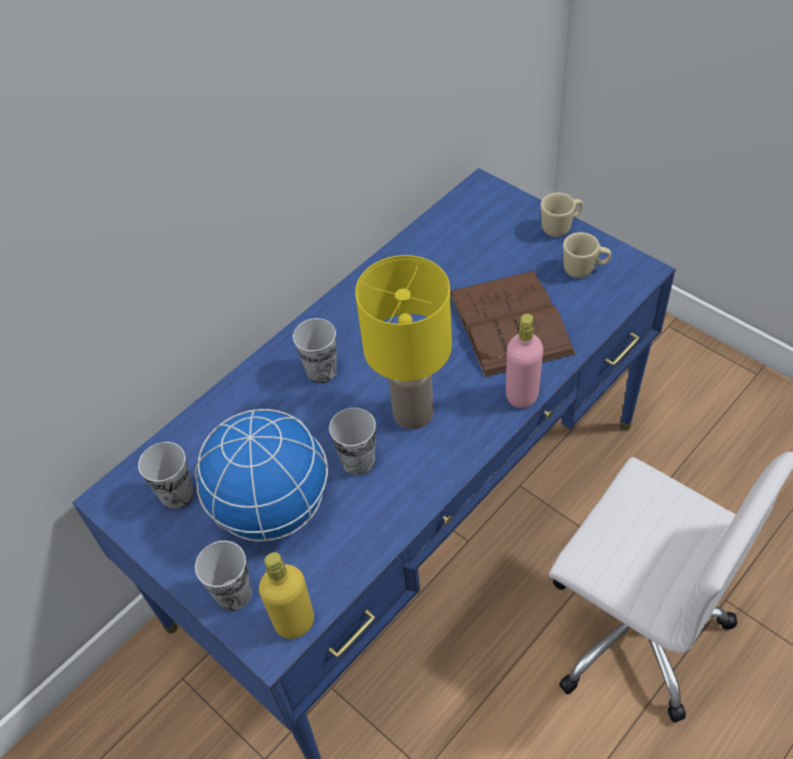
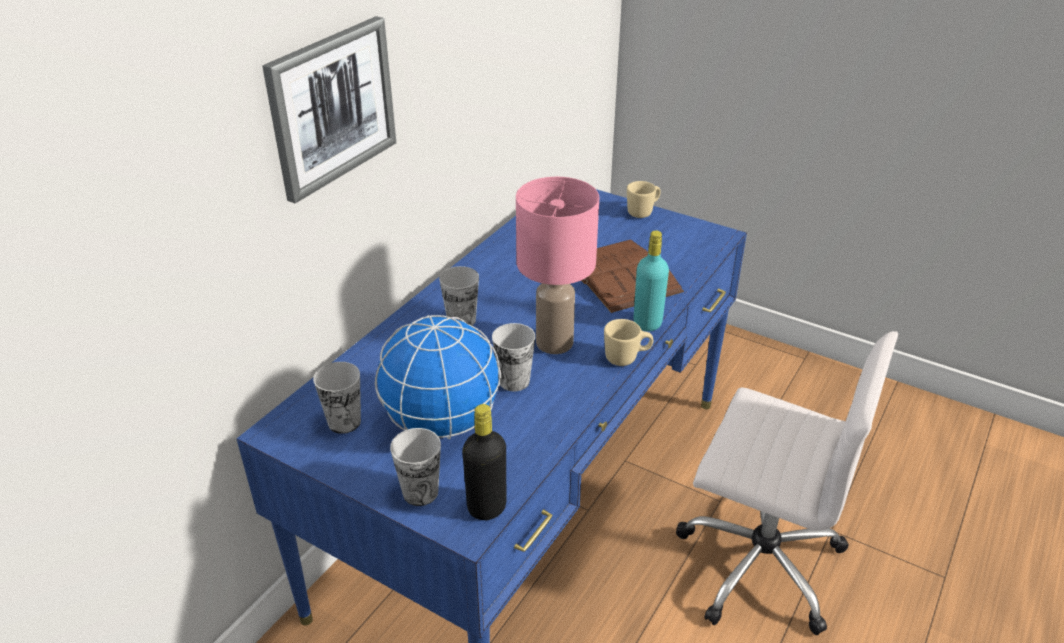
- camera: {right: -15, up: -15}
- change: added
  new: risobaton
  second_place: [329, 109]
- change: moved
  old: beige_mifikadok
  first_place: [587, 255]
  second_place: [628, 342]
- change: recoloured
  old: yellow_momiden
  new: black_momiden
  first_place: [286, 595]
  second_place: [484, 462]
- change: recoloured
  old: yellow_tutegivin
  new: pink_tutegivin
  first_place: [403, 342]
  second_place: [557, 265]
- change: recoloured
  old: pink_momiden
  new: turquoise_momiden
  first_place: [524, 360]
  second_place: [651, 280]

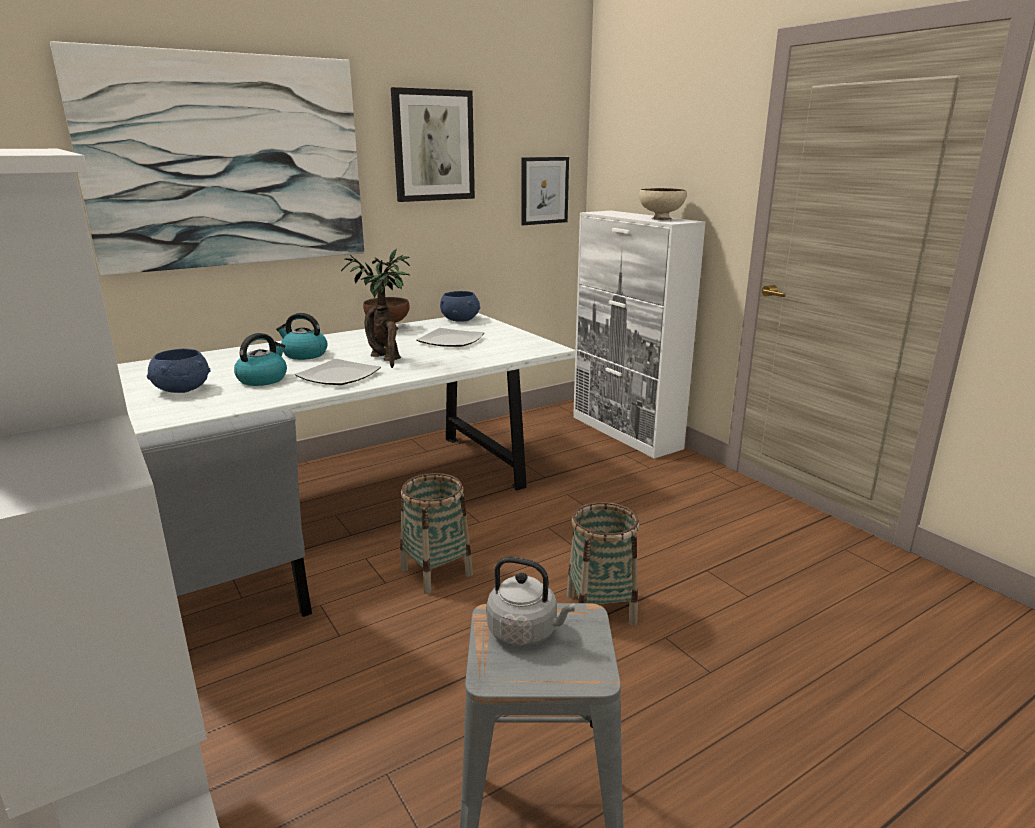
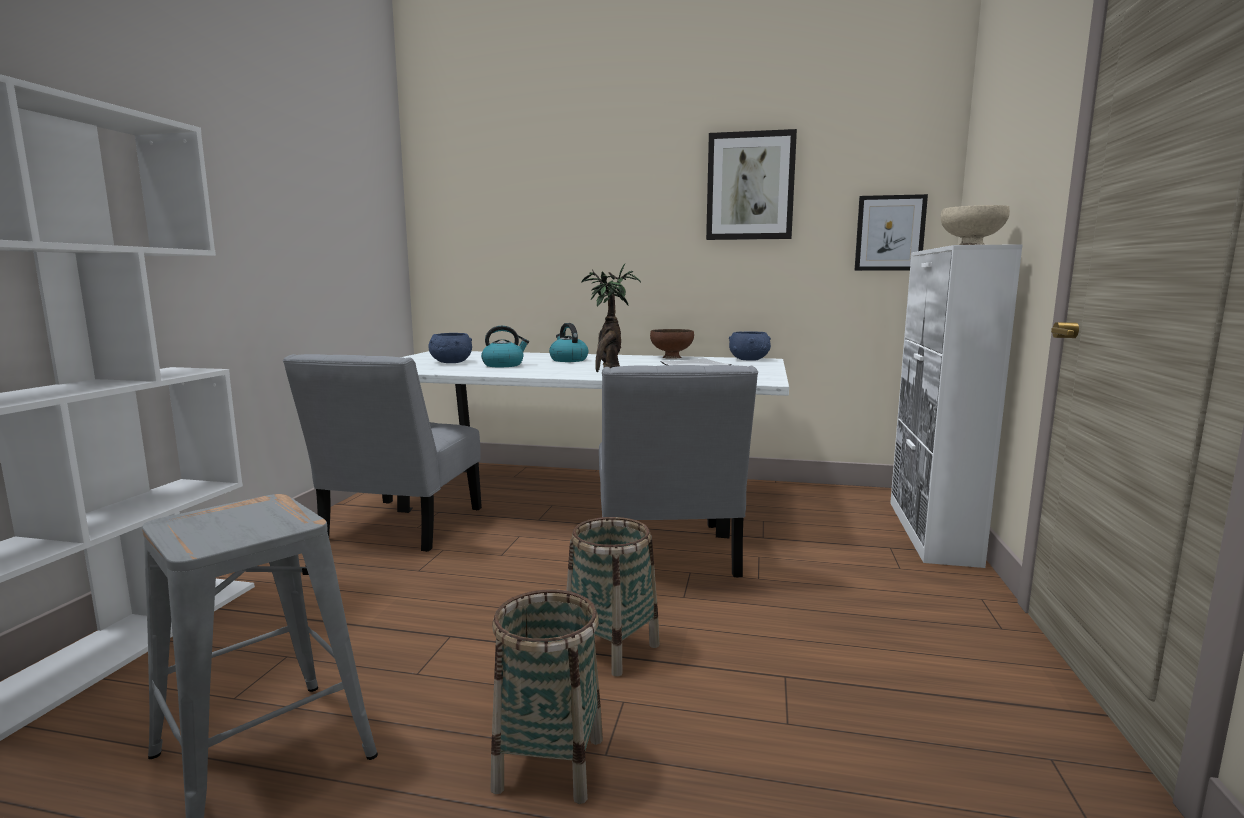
- camera: {right: 45, up: -10}
- change: removed
  old: risobaton
  first_place: [207, 158]
- change: removed
  old: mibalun
  first_place: [338, 372]
- change: removed
  old: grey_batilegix
  first_place: [530, 601]
- change: added
  new: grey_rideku
  second_place: [678, 471]
- change: moved
  old: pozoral
  first_place: [436, 533]
  second_place: [547, 697]

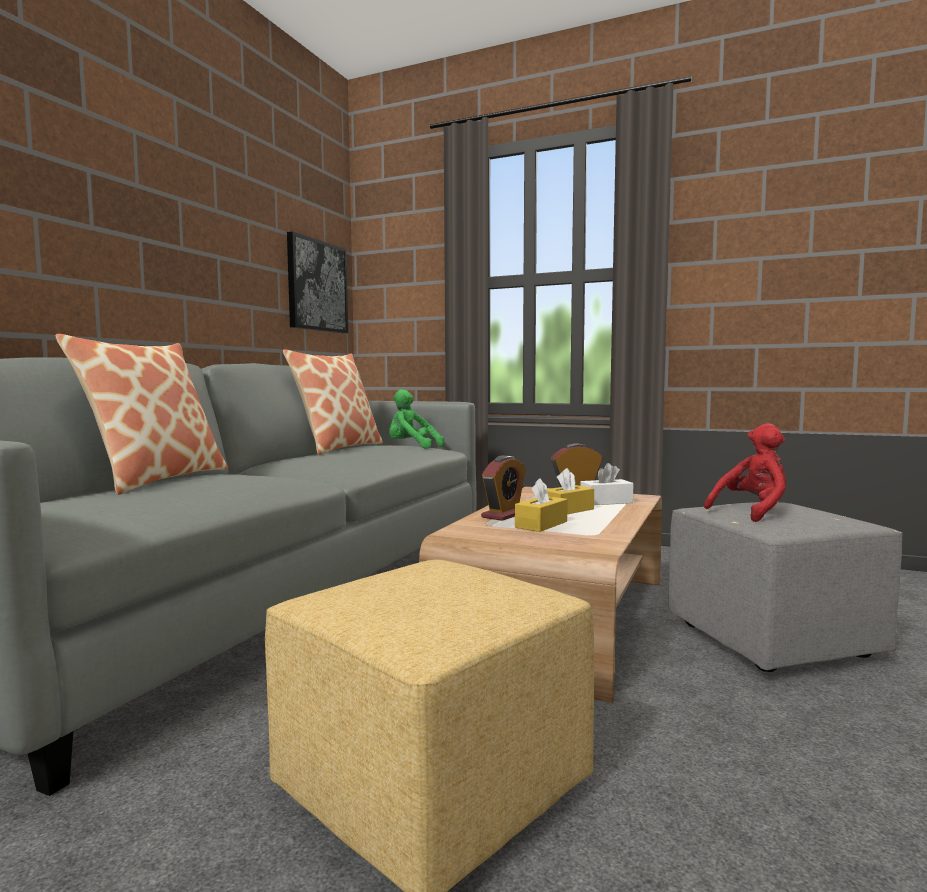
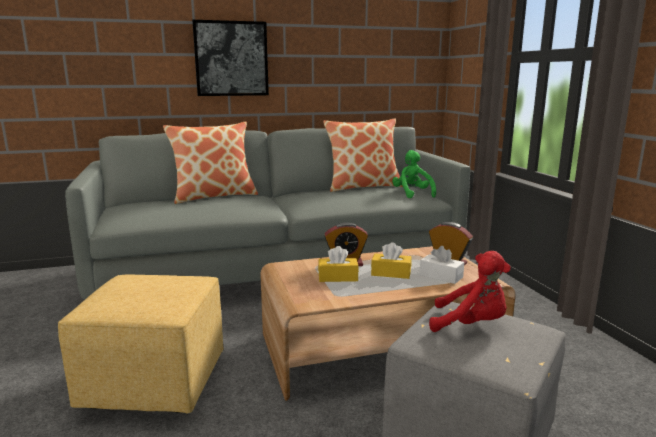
- camera: {right: 50, up: 10}
- change: moved
  old: risobaton
  first_place: [317, 282]
  second_place: [230, 58]

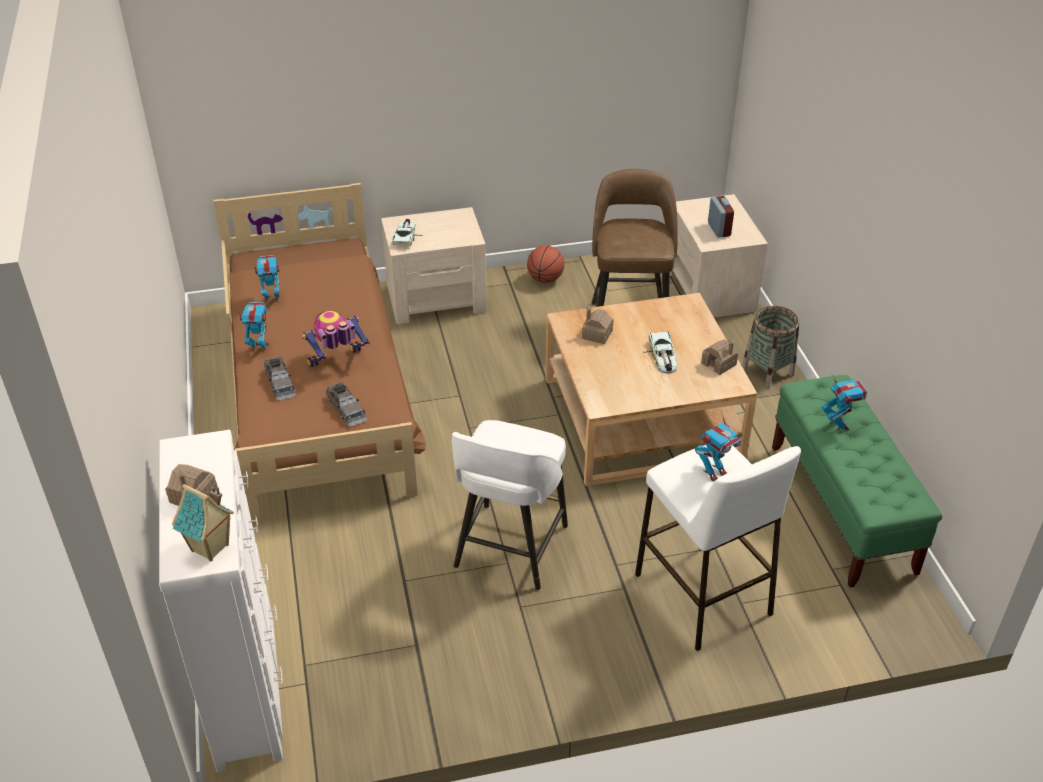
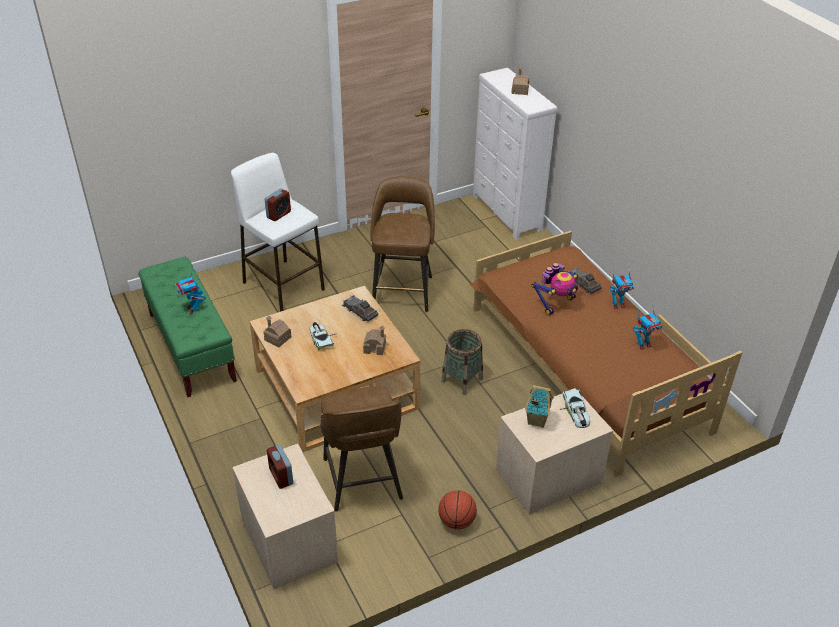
- camera: {right: 165, up: 0}
- change: moved
  old: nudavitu
  first_place: [203, 522]
  second_place: [539, 406]
- change: moved
  old: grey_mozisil
  first_place: [346, 404]
  second_place: [360, 308]
- change: moved
  old: pozoral
  first_place: [770, 347]
  second_place: [462, 362]
- change: replaced
  old: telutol
  new: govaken
  first_place: [718, 445]
  second_place: [278, 204]
- change: recoloured
  old: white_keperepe
  new: brown_keperepe
  first_place: [510, 505]
  second_place: [402, 244]

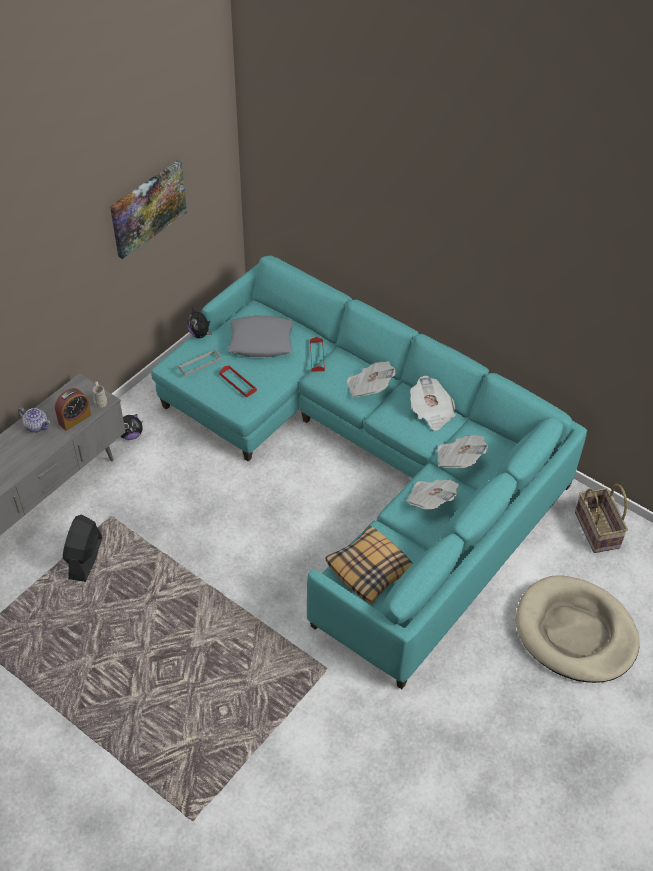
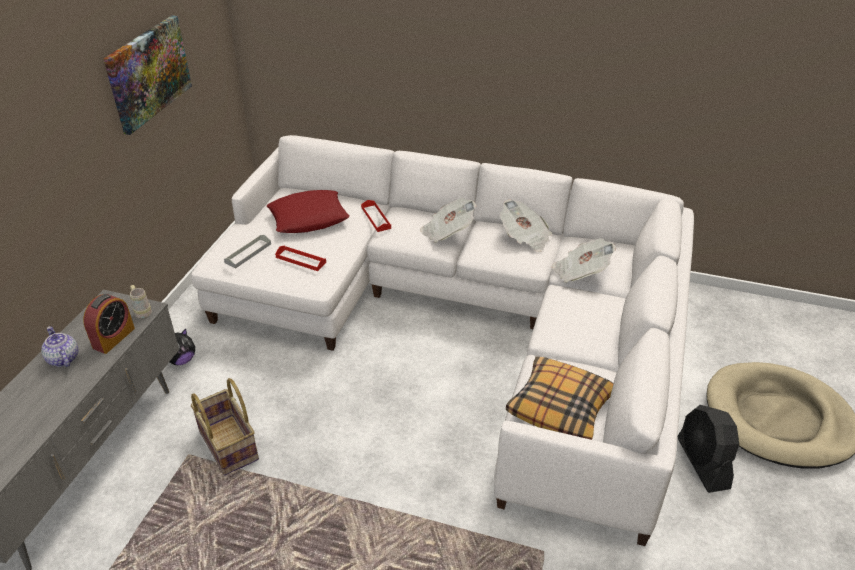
- camera: {right: -20, up: -10}
- change: removed
  old: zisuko
  first_place: [199, 323]
- change: removed
  old: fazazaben
  first_place: [432, 494]
- change: moved
  old: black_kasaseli
  first_place: [83, 548]
  second_place: [708, 449]
- change: moved
  old: pozoral
  first_place: [601, 518]
  second_place: [225, 426]
- change: recoloured
  old: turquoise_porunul
  new: white_porunul
  first_place: [369, 472]
  second_place: [442, 340]
- change: recoloured
  old: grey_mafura
  new: red_mafura
  first_place: [261, 336]
  second_place: [308, 211]
- change: turned
  old: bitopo
  first_place: [34, 420]
  second_place: [59, 346]
  degrees: -135

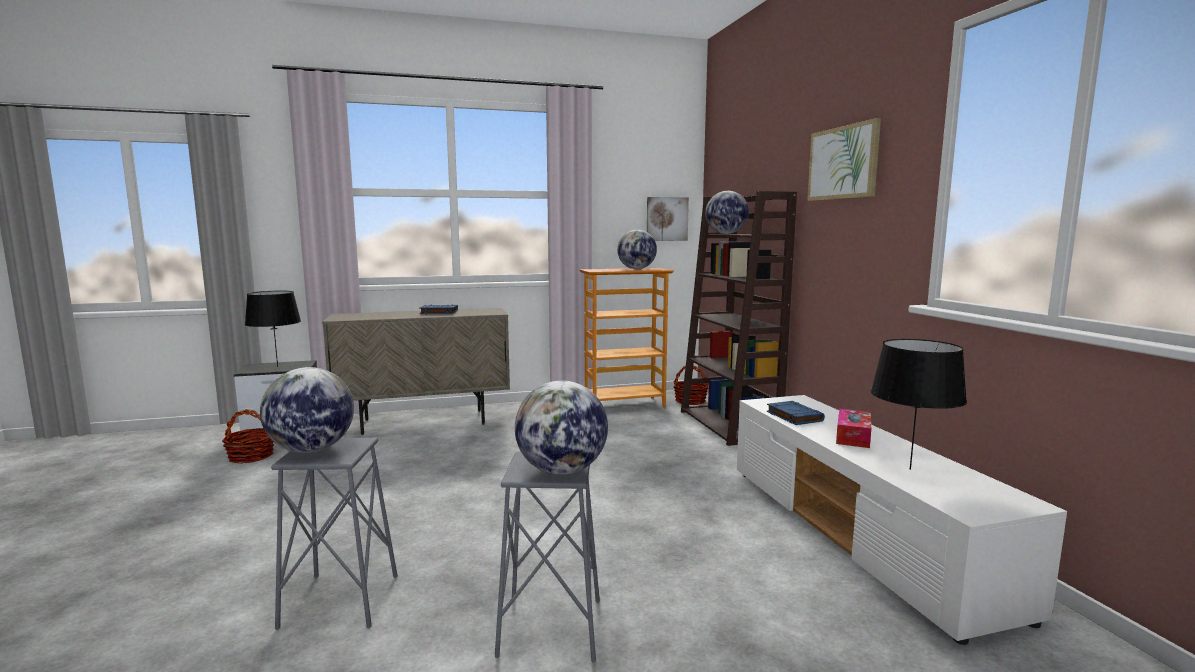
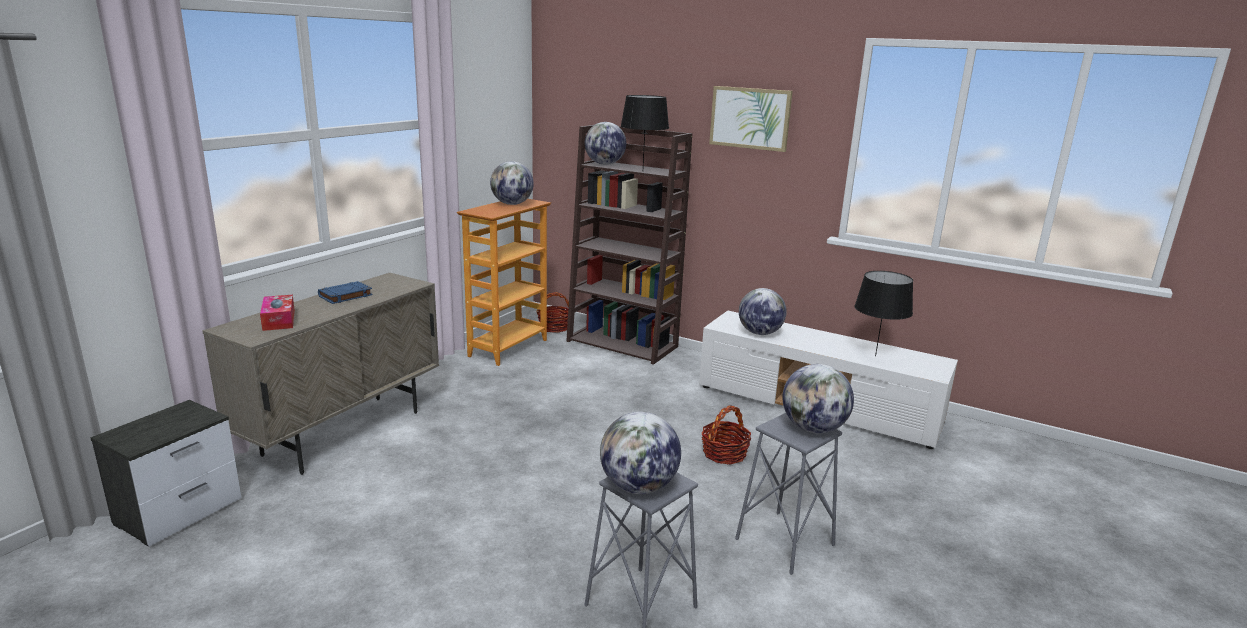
- camera: {right: -45, up: 10}
- change: removed
  old: risobaton
  first_place: [668, 219]
- change: moved
  old: pozoral
  first_place: [248, 436]
  second_place: [726, 434]
- change: moved
  old: black_tutegivin
  first_place: [273, 329]
  second_place: [645, 130]
- change: moved
  old: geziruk
  first_place: [853, 428]
  second_place: [277, 313]
- change: replaced
  old: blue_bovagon
  new: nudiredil
  first_place: [796, 413]
  second_place: [762, 311]

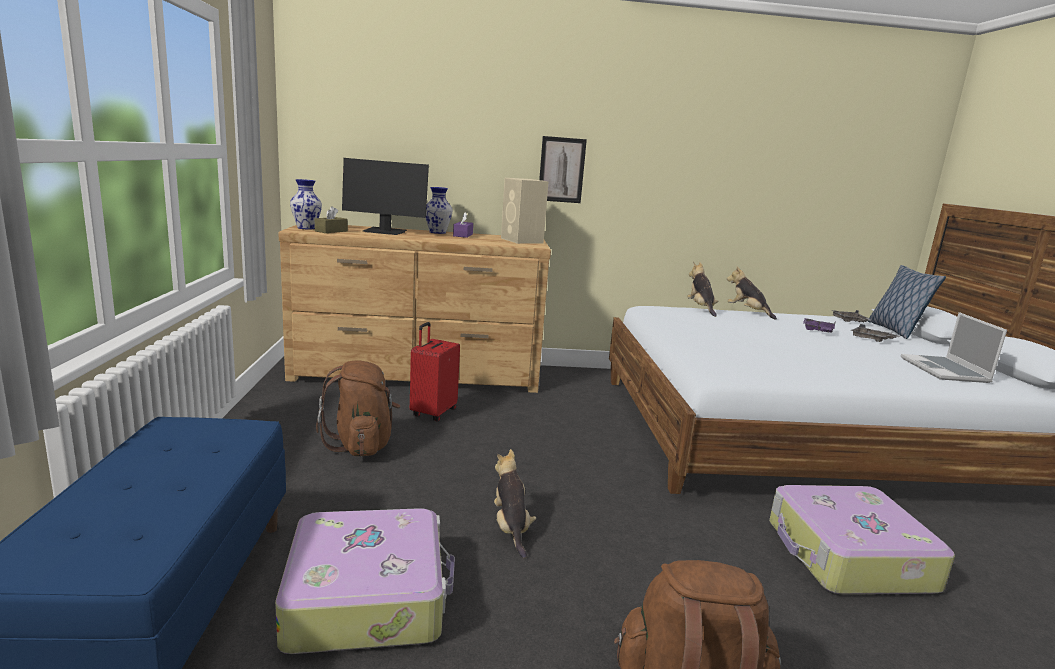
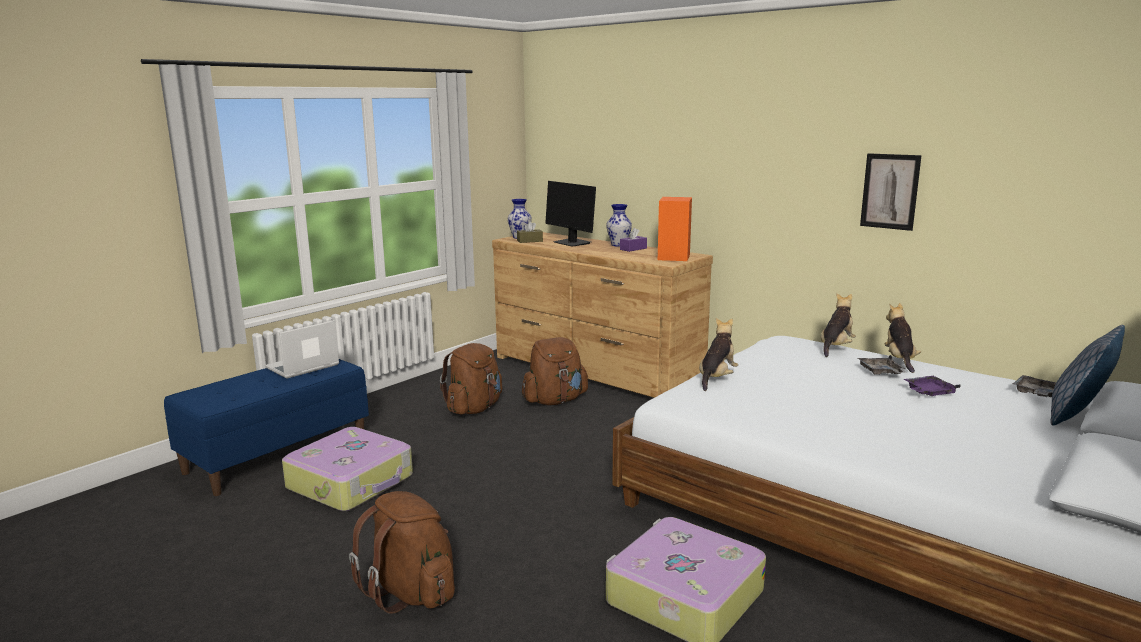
- camera: {right: 45, up: 0}
- change: moved
  old: zisuko
  first_place: [515, 504]
  second_place: [718, 354]
- change: moved
  old: risobaton
  first_place: [563, 169]
  second_place: [891, 192]
- change: moved
  old: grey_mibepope
  first_place: [875, 333]
  second_place: [882, 365]
- change: moved
  old: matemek
  first_place: [954, 347]
  second_place: [302, 349]
- change: replaced
  old: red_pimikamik
  new: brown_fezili
  first_place: [435, 372]
  second_place: [555, 371]
- change: recoloured
  old: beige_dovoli
  new: orange_dovoli
  first_place: [525, 211]
  second_place: [675, 229]

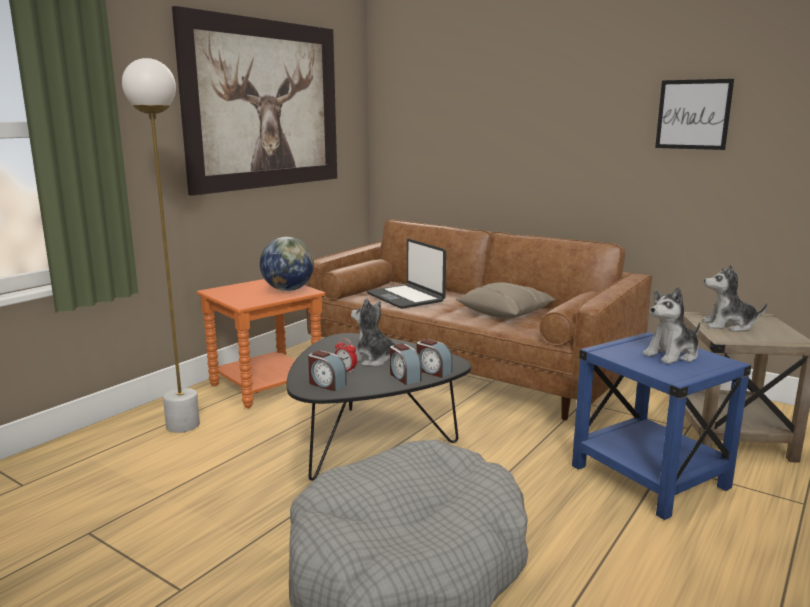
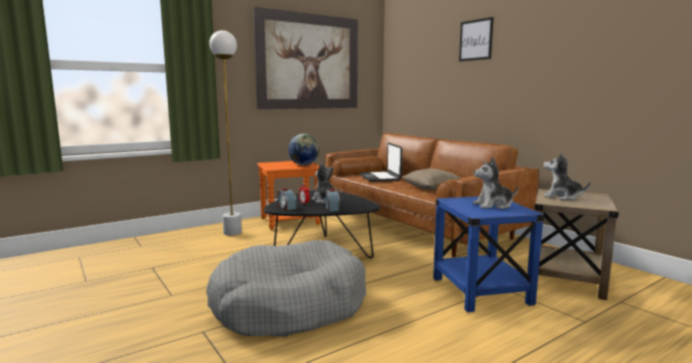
- camera: {right: 20, up: -5}
- change: removed
  old: govaken
  first_place: [434, 358]
- change: moved
  old: risobaton
  first_place: [694, 114]
  second_place: [476, 39]

